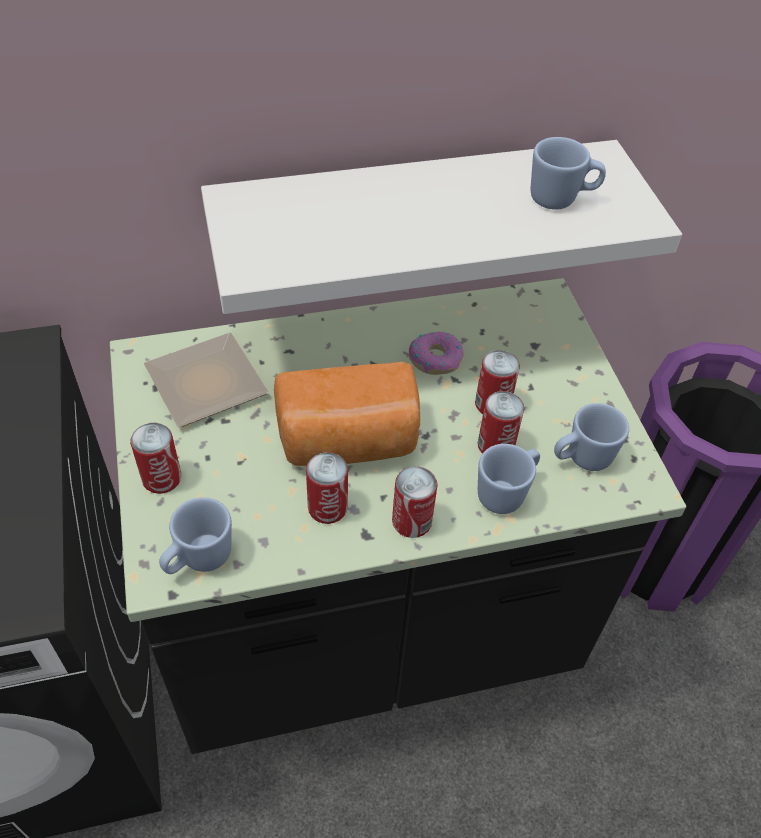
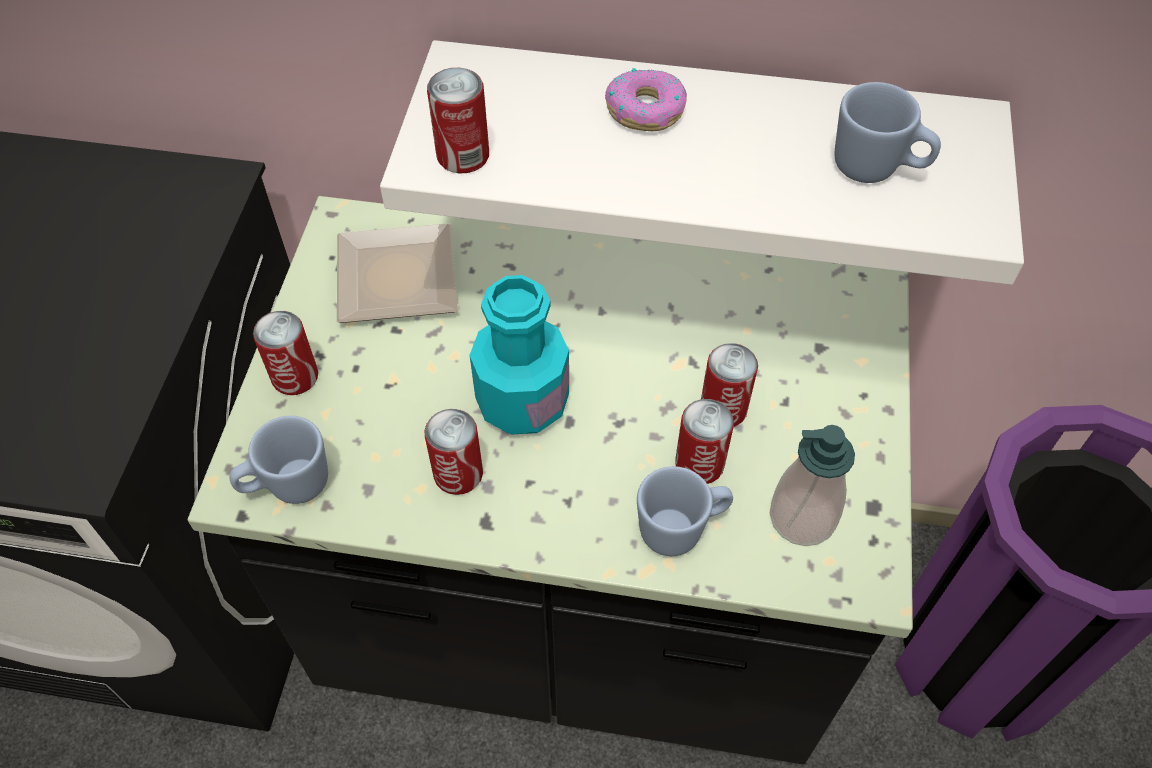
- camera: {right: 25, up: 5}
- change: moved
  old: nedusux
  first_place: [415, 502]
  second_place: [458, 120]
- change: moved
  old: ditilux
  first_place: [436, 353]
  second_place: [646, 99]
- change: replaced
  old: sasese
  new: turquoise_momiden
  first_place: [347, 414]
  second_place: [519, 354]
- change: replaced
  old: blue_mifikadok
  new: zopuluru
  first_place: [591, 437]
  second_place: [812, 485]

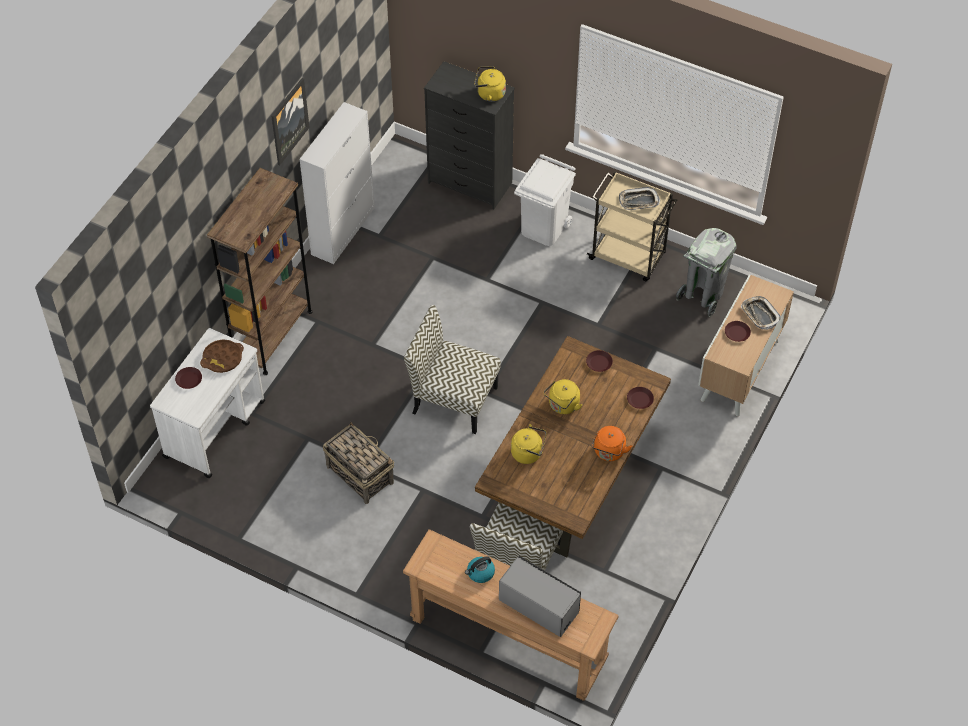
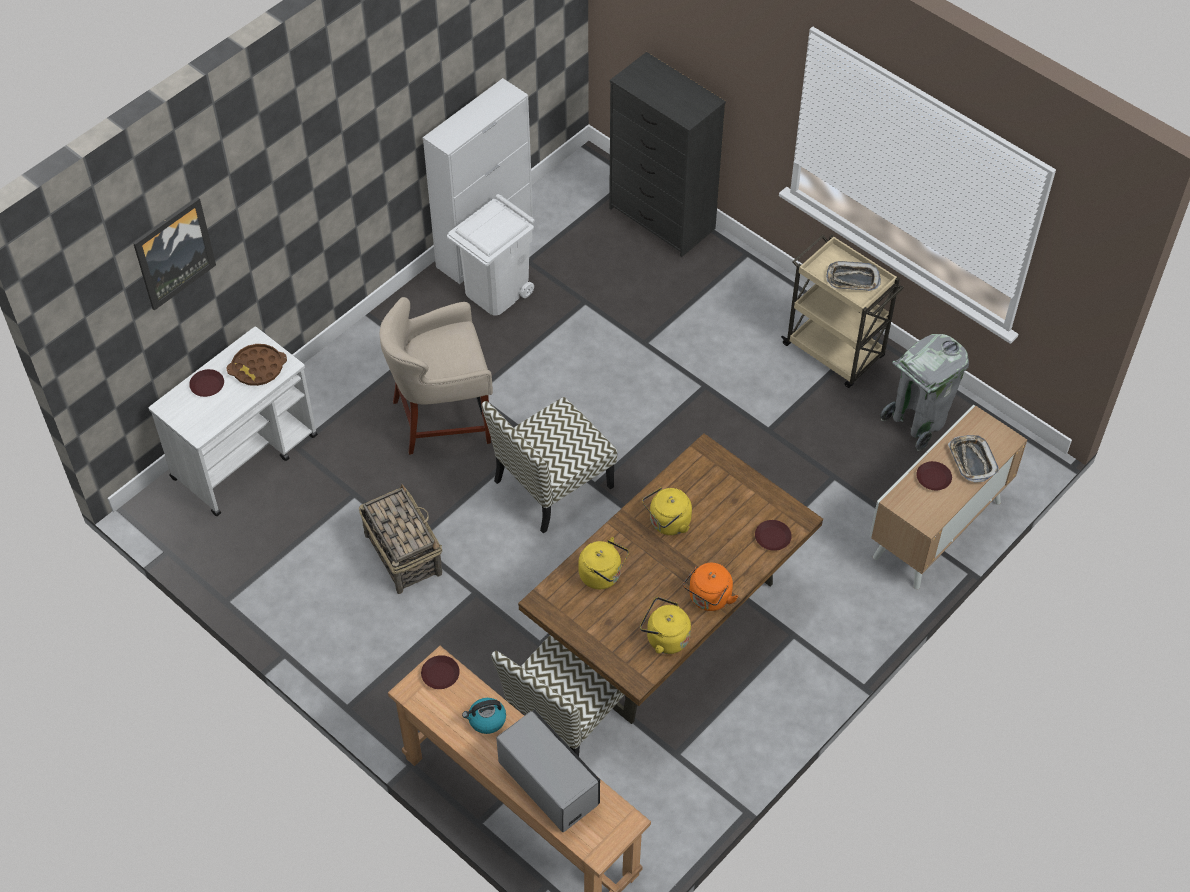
- camera: {right: 15, up: 0}
- change: removed
  old: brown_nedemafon
  first_place: [259, 271]
- change: added
  new: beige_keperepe
  second_place: [436, 376]
- change: moved
  old: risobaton
  first_place: [290, 121]
  second_place: [174, 254]
- change: moved
  old: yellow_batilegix
  first_place: [490, 84]
  second_place: [665, 625]
- change: moved
  old: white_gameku
  first_place: [545, 200]
  second_place: [491, 254]
- change: moved
  old: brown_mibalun
  first_place: [599, 361]
  second_place: [440, 672]
- change: turned
  old: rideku
  first_place: [452, 369]
  second_place: [549, 465]
  degrees: -75

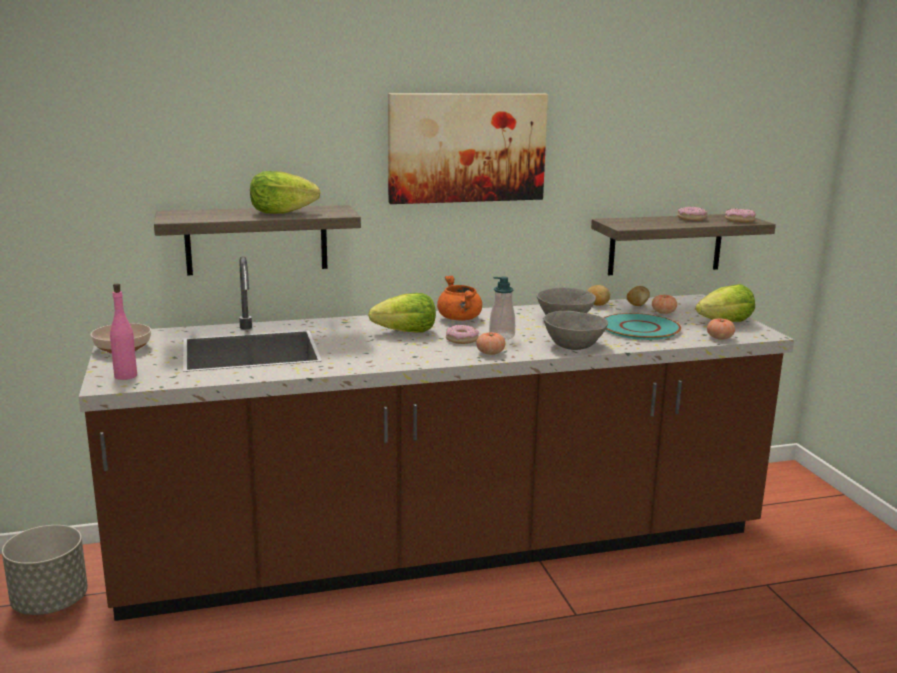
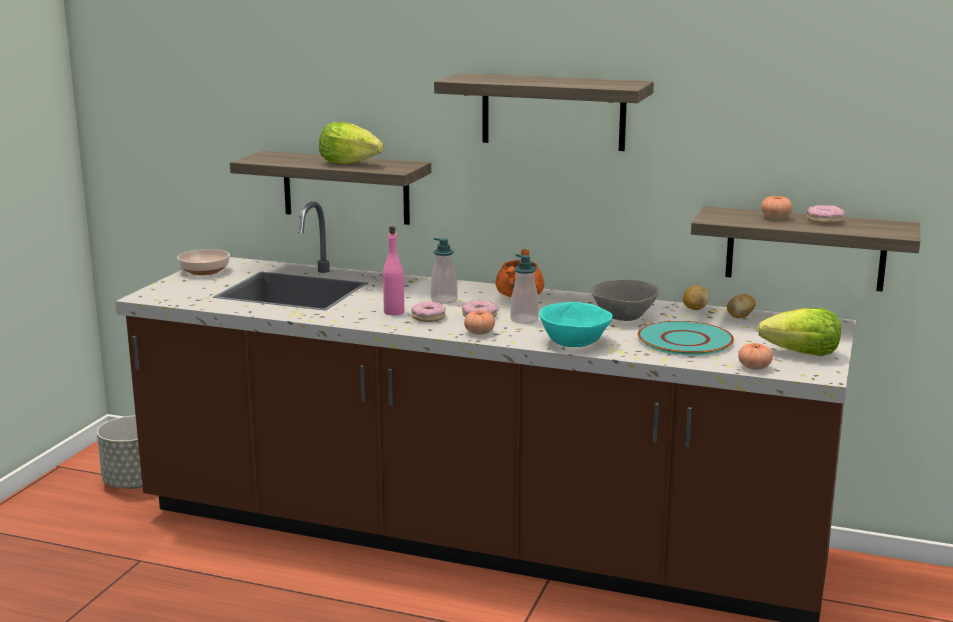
- camera: {right: 35, up: 0}
- change: moved
  old: pink_momiden
  first_place: [123, 331]
  second_place: [393, 270]
- change: moved
  old: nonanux
  first_place: [664, 304]
  second_place: [777, 207]
- change: moved
  old: ditilux
  first_place: [740, 216]
  second_place: [428, 311]
- change: replaced
  old: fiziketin
  new: zopuluru
  first_place: [402, 313]
  second_place: [444, 271]
- change: replaced
  old: risobaton
  new: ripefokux
  first_place: [468, 148]
  second_place: [544, 112]
- change: recoloured
  old: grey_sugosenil
  new: turquoise_sugosenil
  first_place: [576, 330]
  second_place: [576, 324]

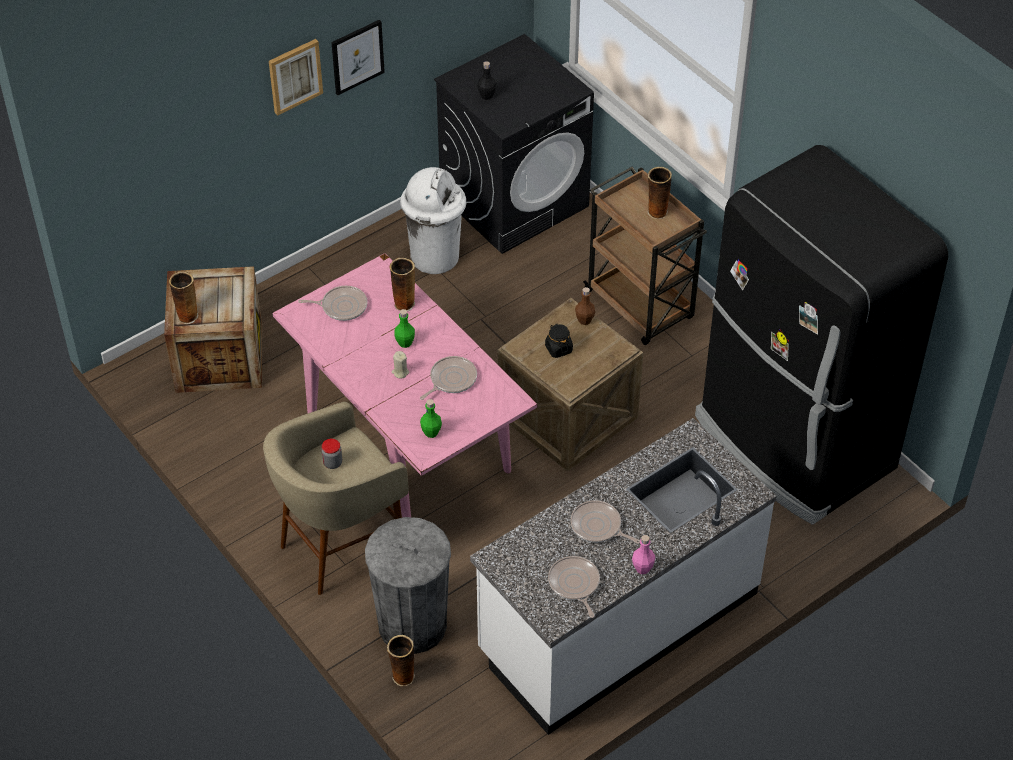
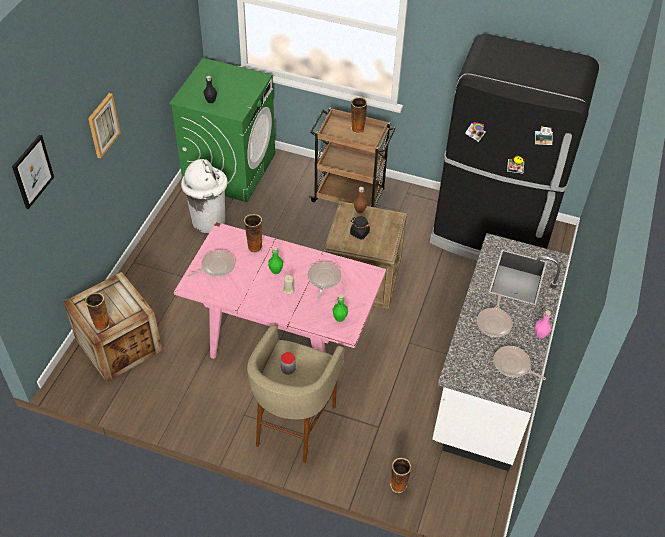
- camera: {right: -35, up: 0}
- change: removed
  old: grey_gameku
  first_place: [408, 585]
- change: moved
  old: risobaton
  first_place: [358, 57]
  second_place: [33, 171]
- change: recoloured
  old: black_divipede
  new: green_divipede
  first_place: [514, 144]
  second_place: [222, 130]
- change: turned
  old: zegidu
  first_place: [605, 522]
  second_place: [495, 315]
  degrees: -75

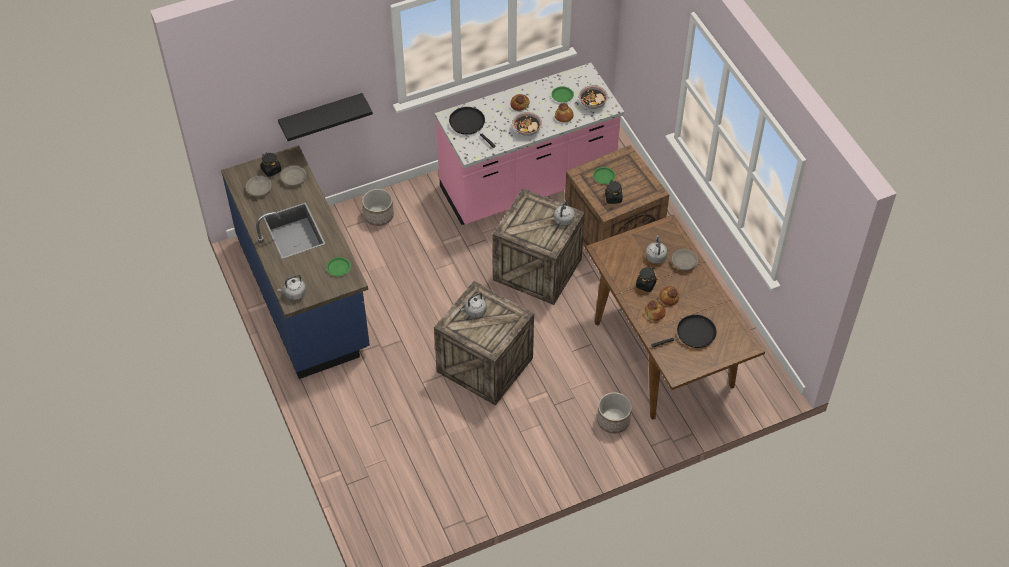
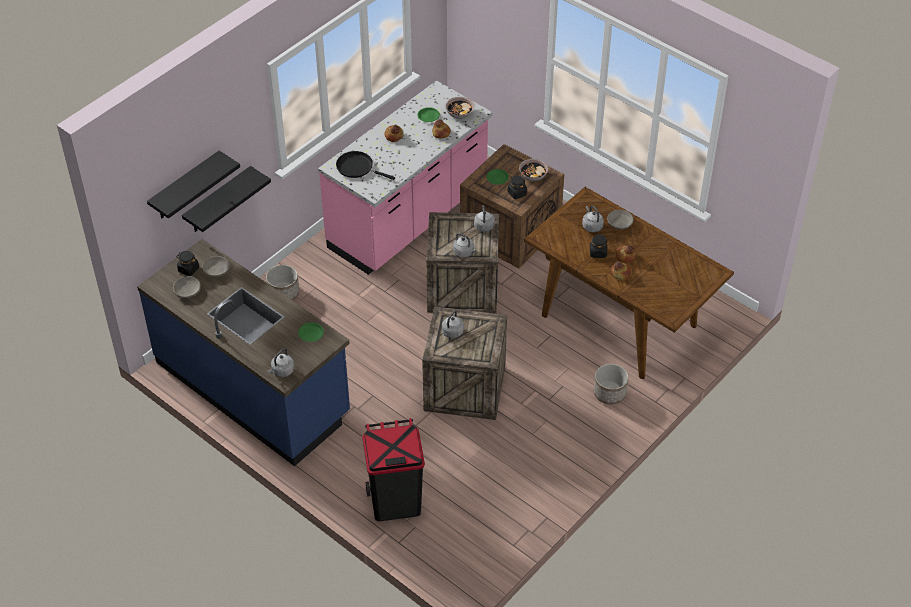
- camera: {right: -25, up: -5}
- change: removed
  old: black_zegidu
  first_place: [684, 331]
- change: added
  new: black_ripefokux
  second_place: [193, 185]
- change: added
  new: black_gameku
  second_place: [393, 469]
- change: added
  new: grey_batilegix
  second_place: [465, 245]
- change: moved
  old: sugosenil
  first_place: [527, 124]
  second_place: [533, 170]

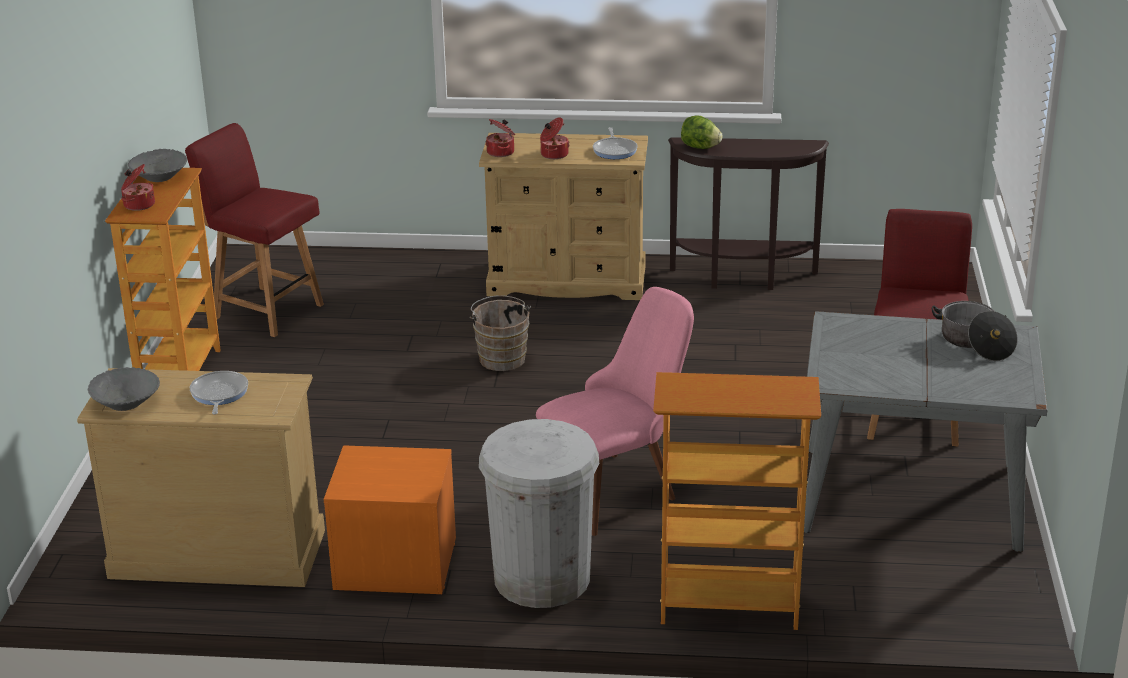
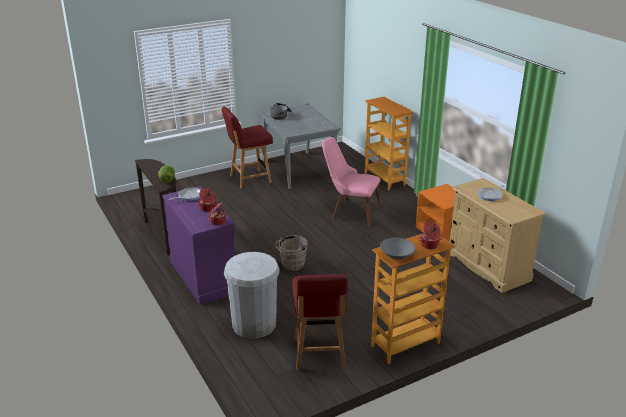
- camera: {right: -125, up: 0}
- change: removed
  old: grey_sugosenil
  first_place: [123, 389]
- change: moved
  old: white_gameku
  first_place: [539, 513]
  second_place: [251, 295]
- change: recoloured
  old: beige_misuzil
  new: purple_misuzil
  first_place: [563, 216]
  second_place: [198, 245]

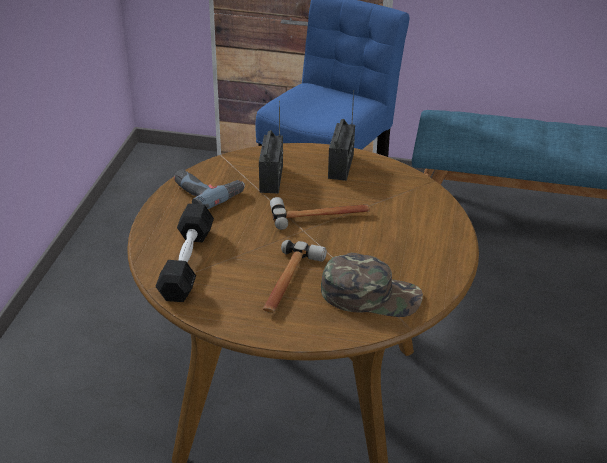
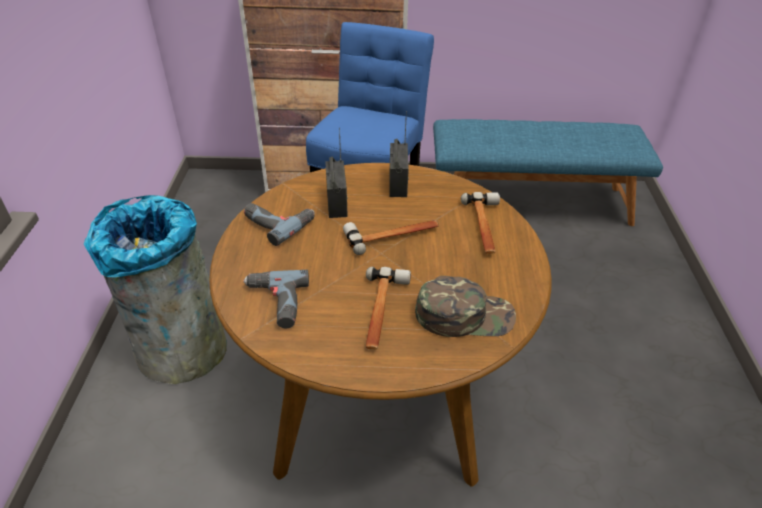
- camera: {right: -10, up: 5}
- change: added
  new: grey_gameku
  second_place: [155, 289]
- change: added
  new: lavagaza
  second_place: [480, 223]
- change: replaced
  old: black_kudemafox
  new: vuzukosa
  first_place: [185, 253]
  second_place: [276, 299]

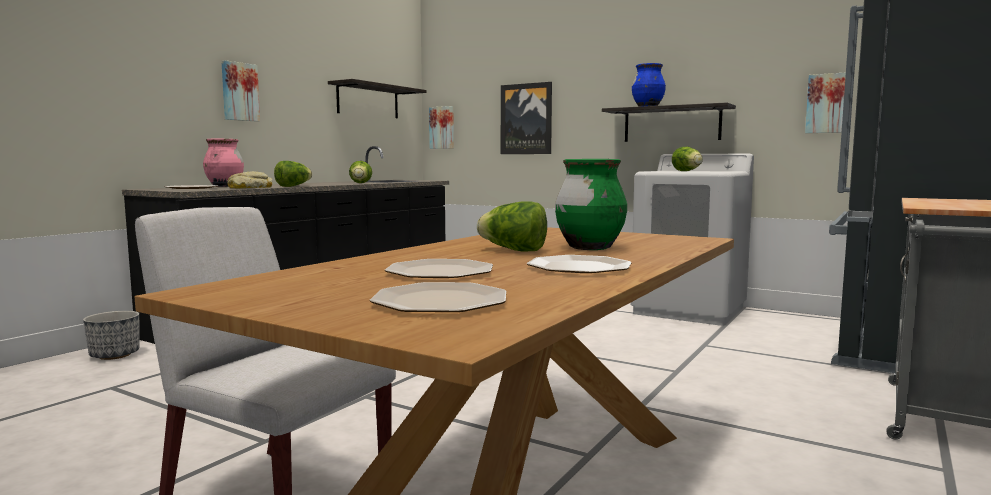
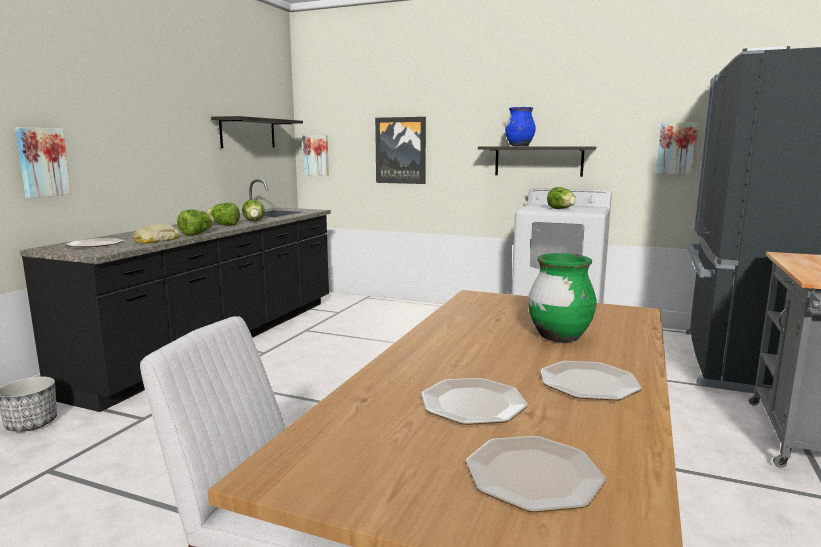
- camera: {right: -10, up: 5}
- change: removed
  old: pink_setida
  first_place: [223, 163]
- change: moved
  old: risobaton
  first_place: [240, 91]
  second_place: [43, 162]
- change: moved
  old: fiziketin
  first_place: [512, 226]
  second_place: [223, 214]

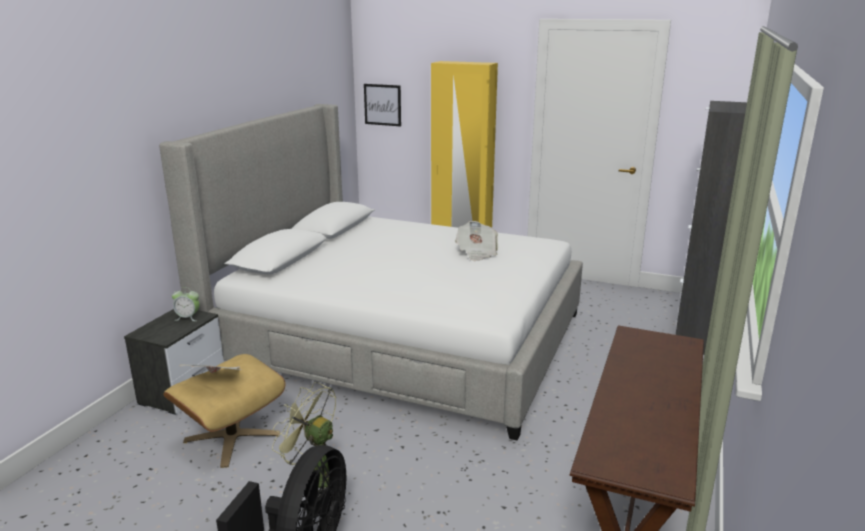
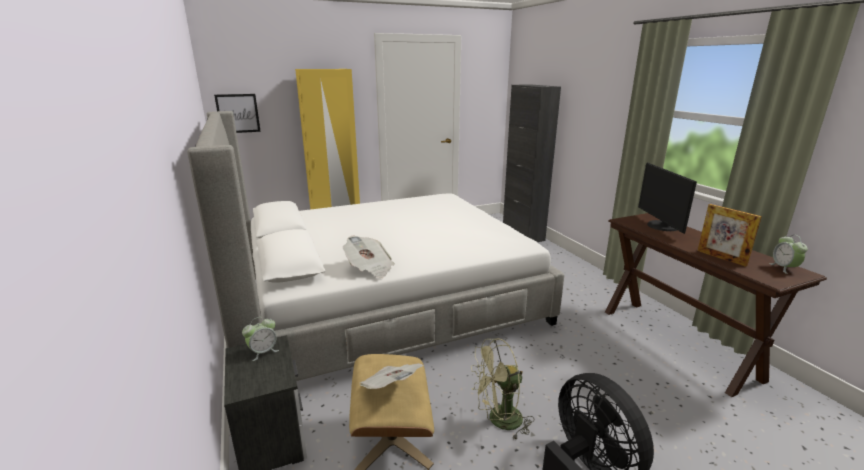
- camera: {right: -45, up: 0}
- change: added
  new: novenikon
  second_place: [667, 198]
- change: added
  new: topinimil
  second_place: [729, 235]
- change: added
  new: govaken
  second_place: [788, 254]
- change: moved
  old: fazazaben
  first_place: [476, 241]
  second_place: [369, 257]

